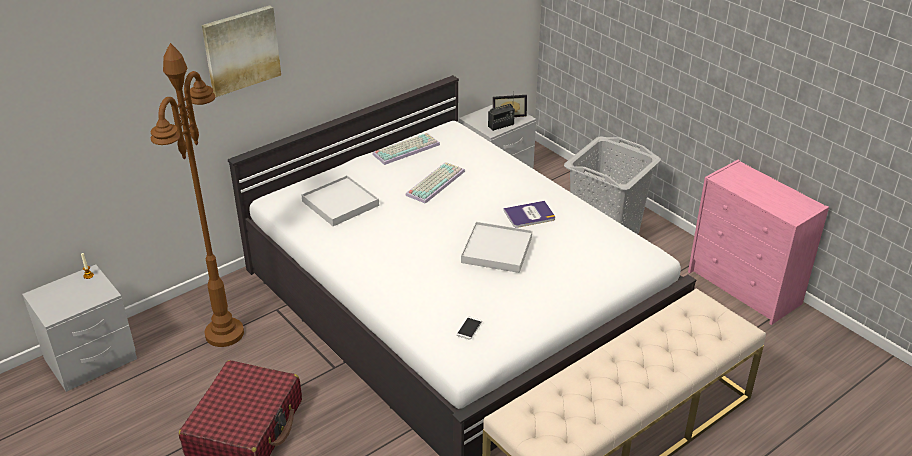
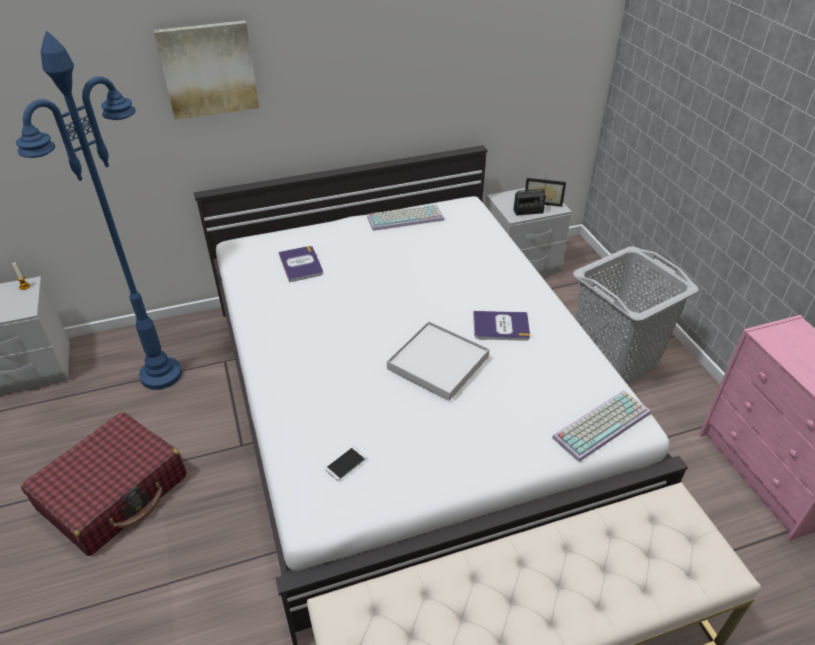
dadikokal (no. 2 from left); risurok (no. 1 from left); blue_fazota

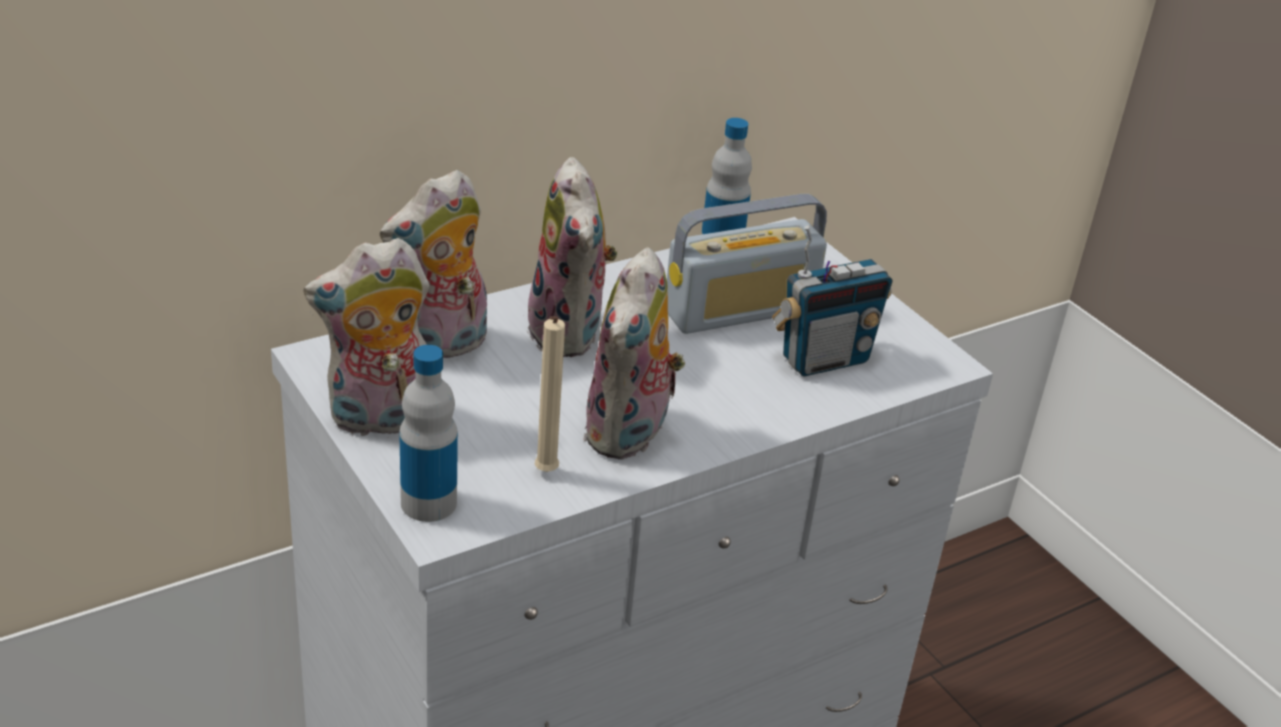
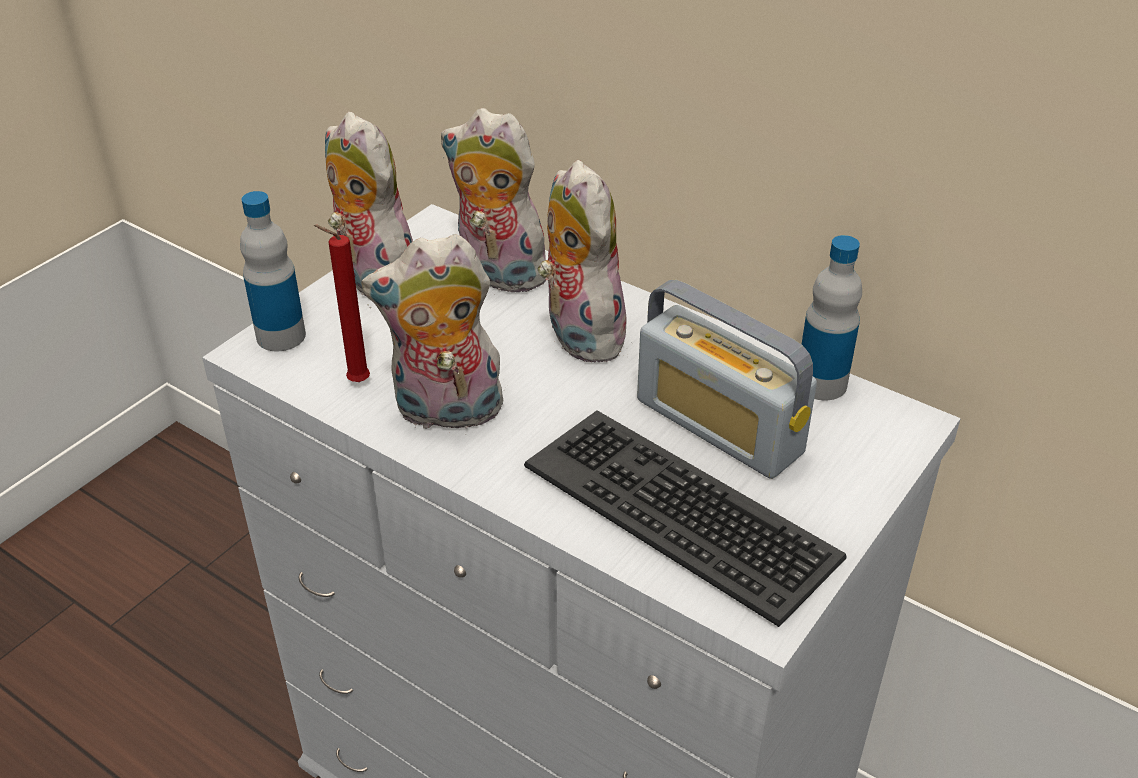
dadikokal; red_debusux; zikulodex (no. 4 from left)

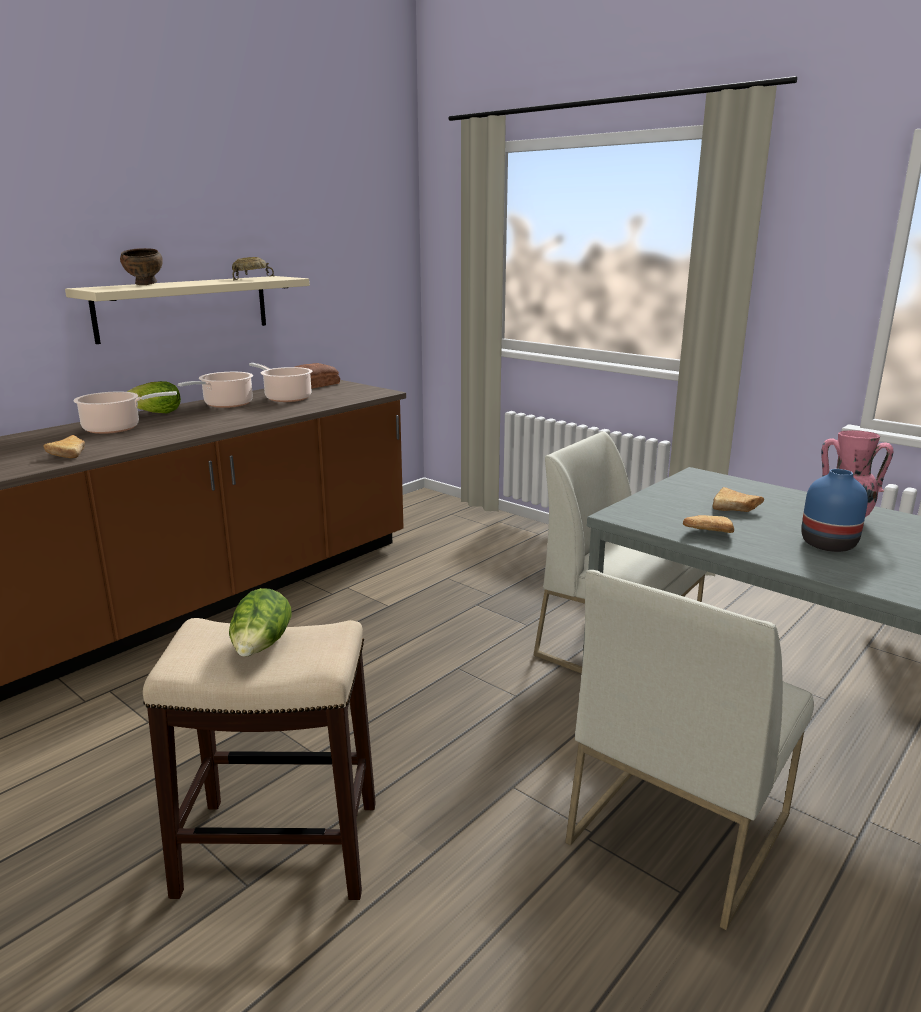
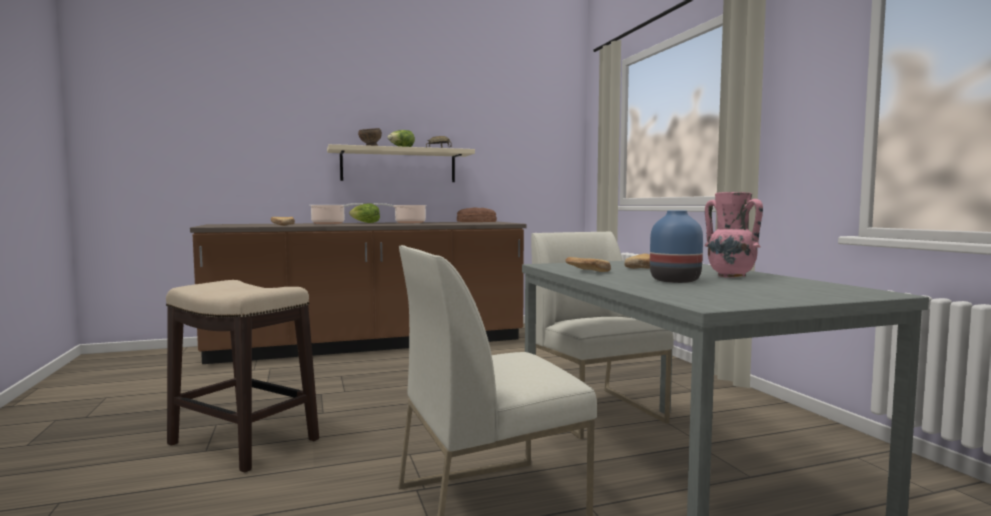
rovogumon (no. 3 from left in the first image); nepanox (no. 2 from left)

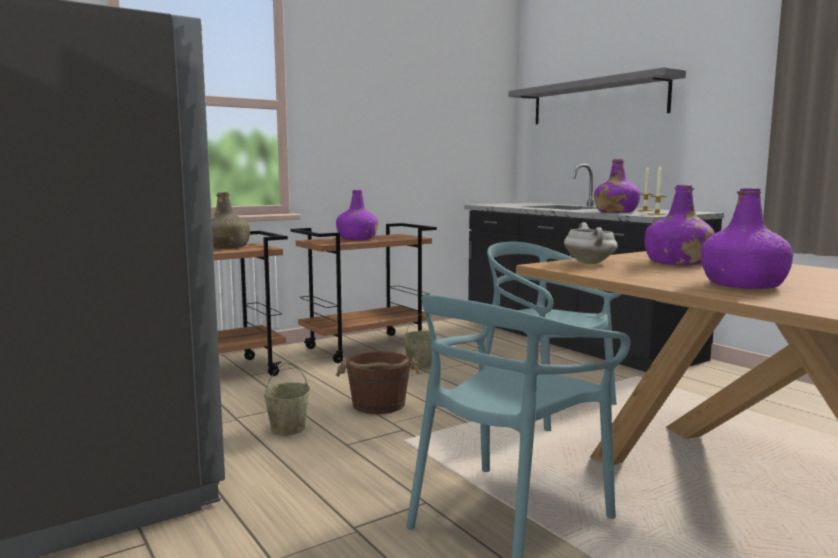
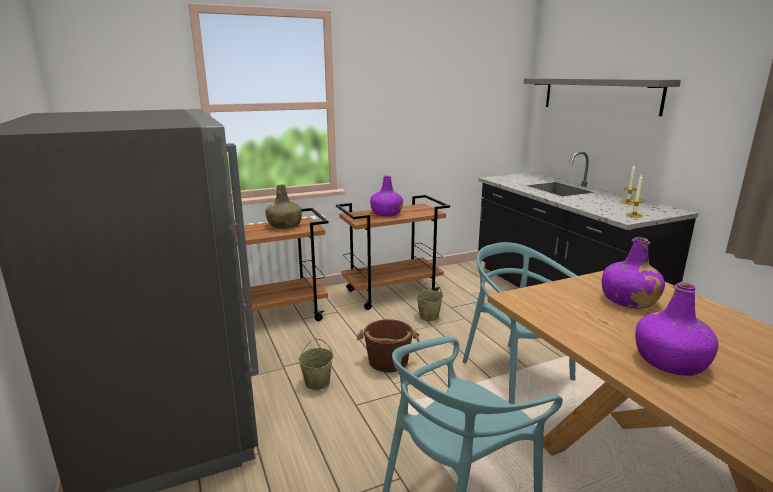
white_rovogumon; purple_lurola (no. 2 from left in the first image)

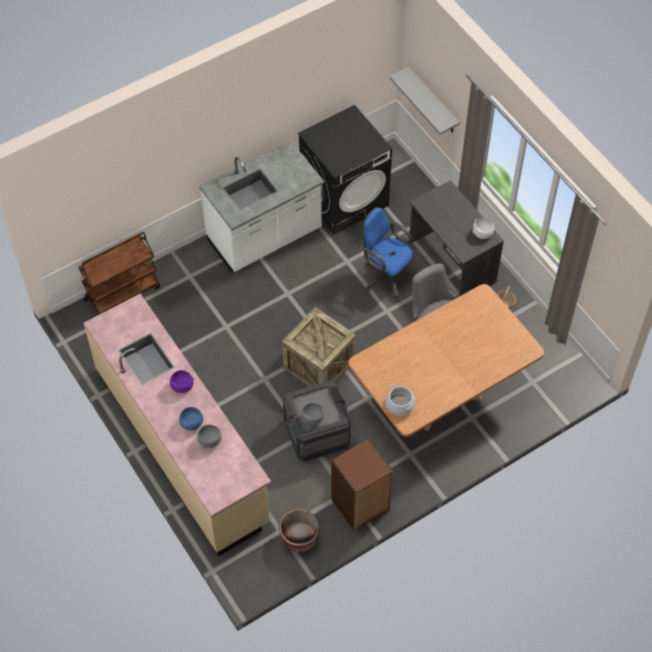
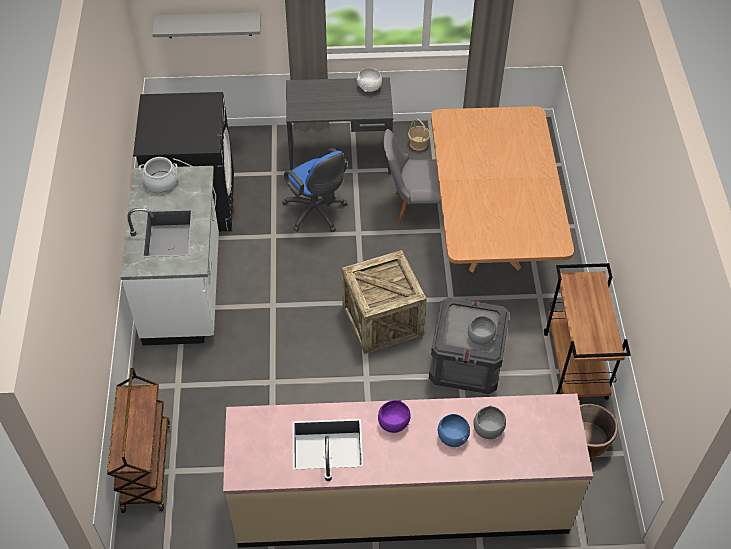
rovogumon; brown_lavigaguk (no. 2 from left); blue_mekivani

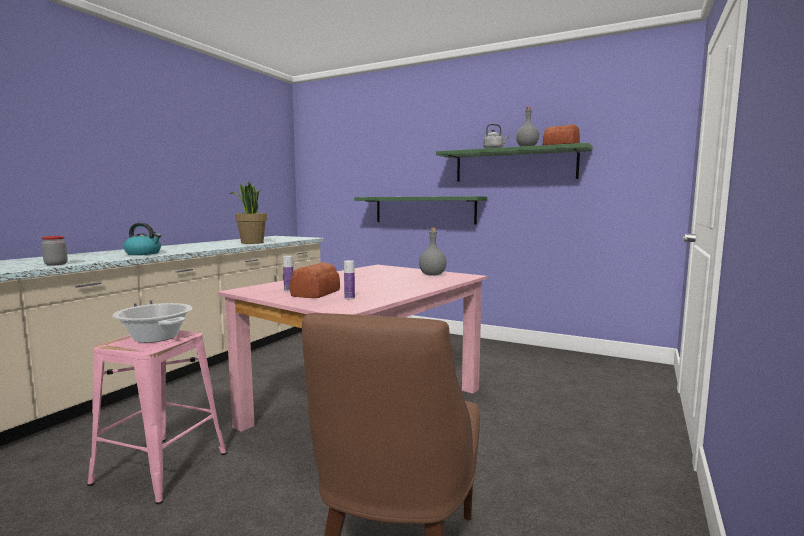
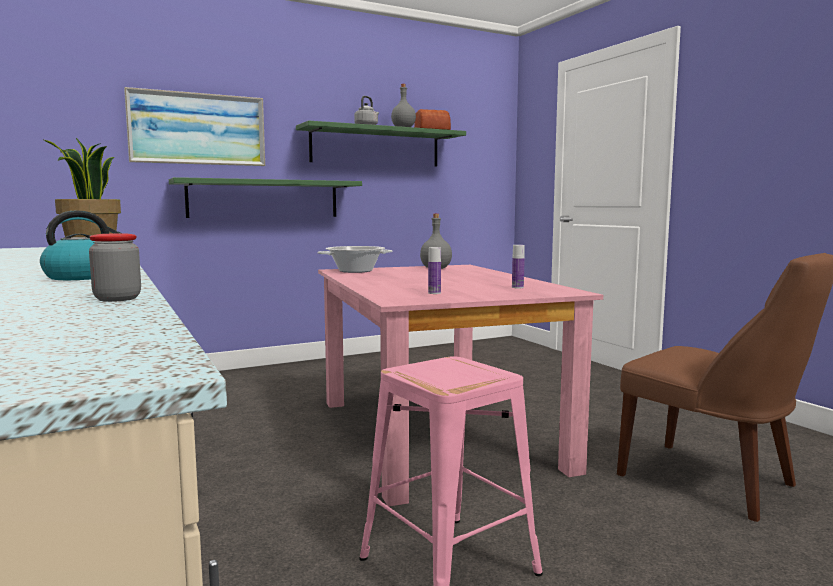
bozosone (no. 1 from left in the first image); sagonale; rovogumon

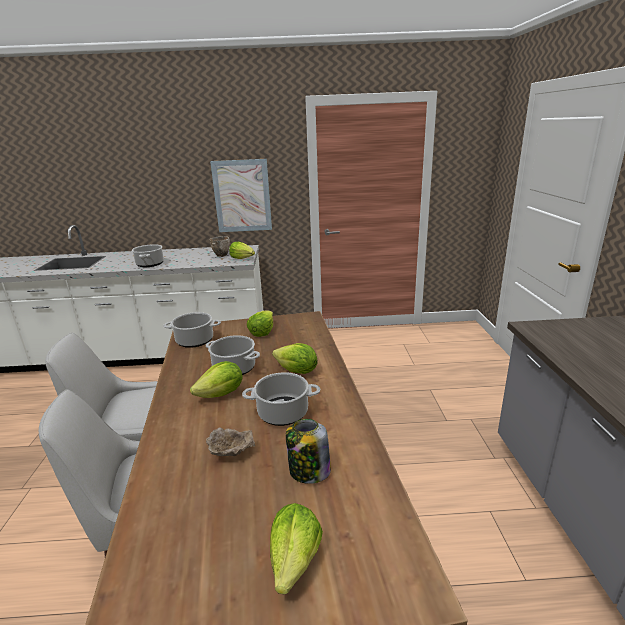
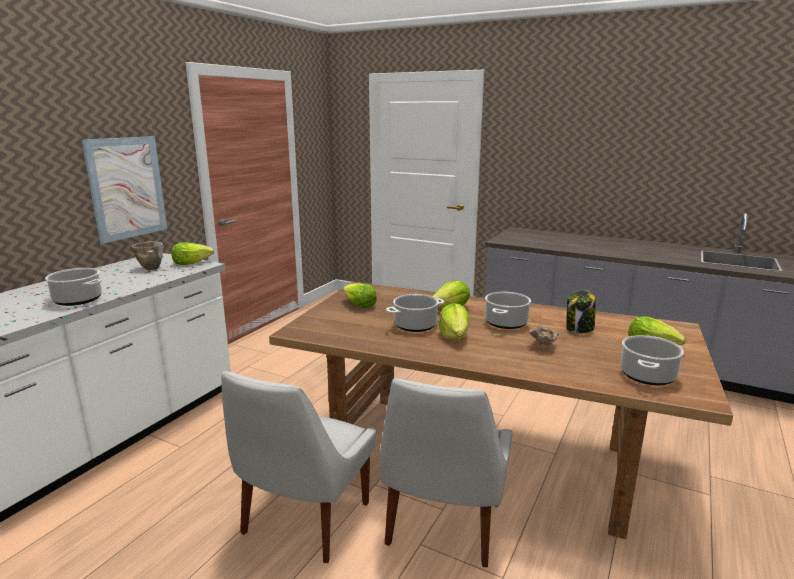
rovogumon (no. 4 from left)

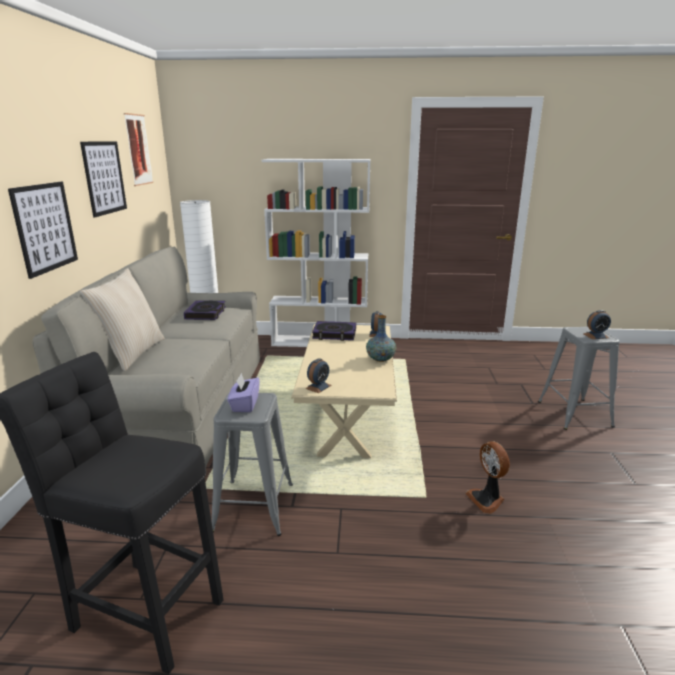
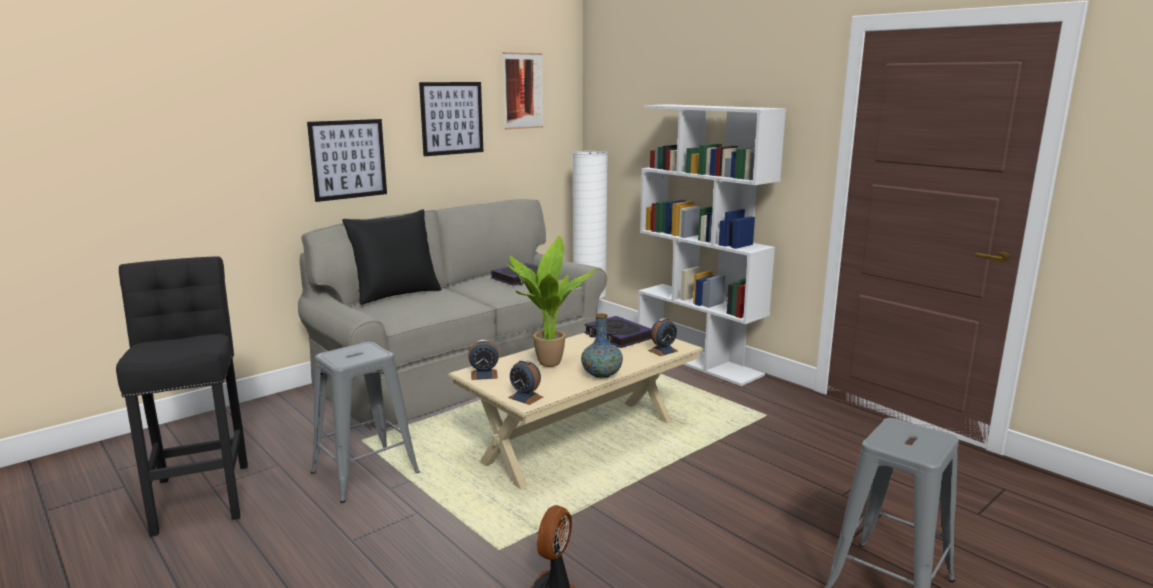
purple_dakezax; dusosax; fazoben (no. 2 from left); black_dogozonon

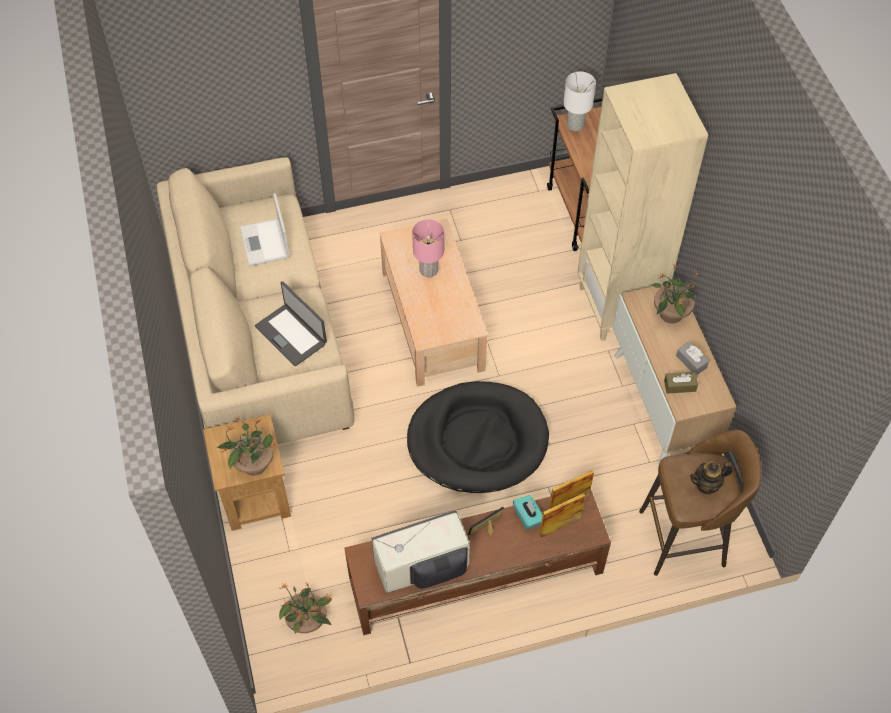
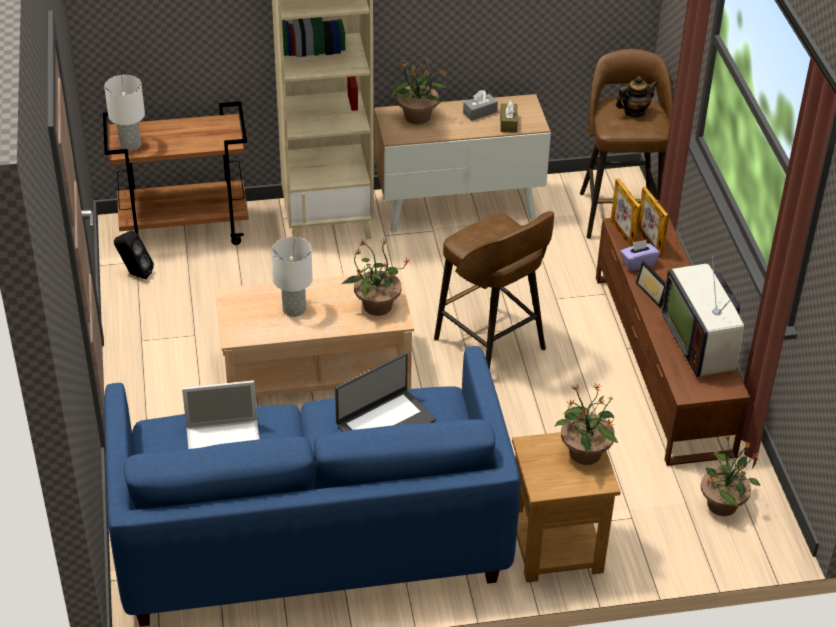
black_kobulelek; dusosax (no. 1 from left); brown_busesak (no. 1 from left); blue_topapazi; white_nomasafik (no. 2 from left); purple_dakezax; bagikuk

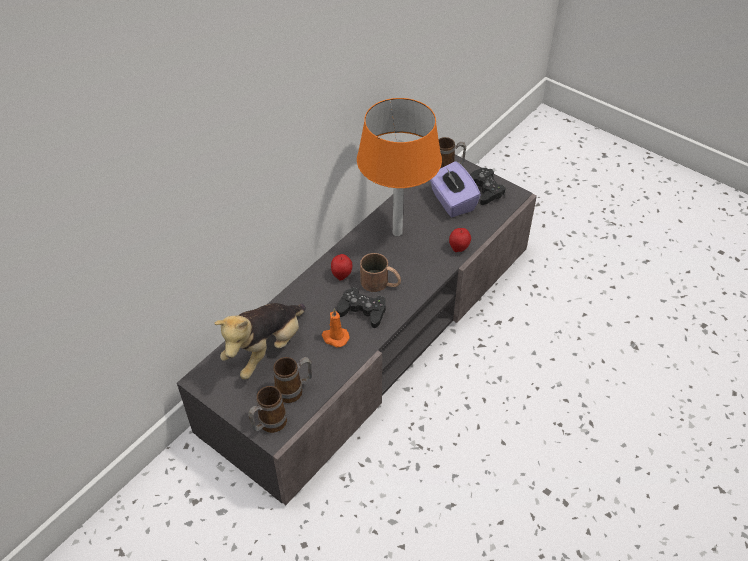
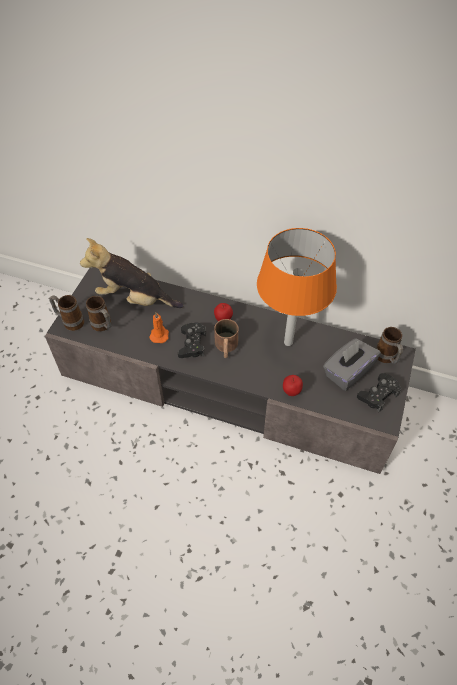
grey_dakezax

